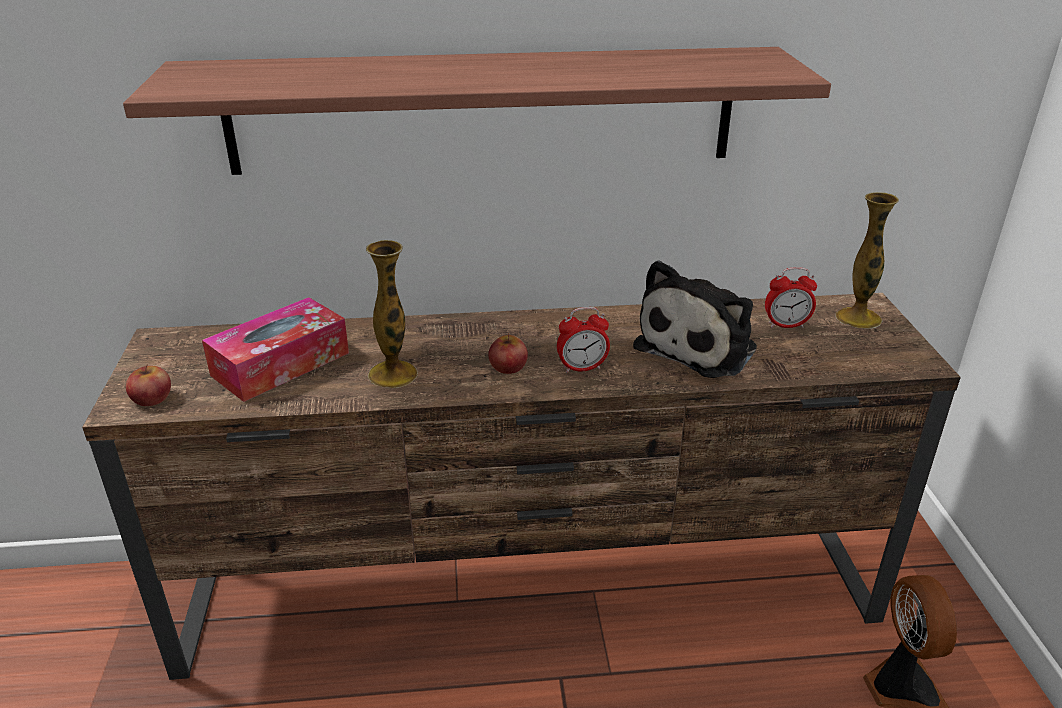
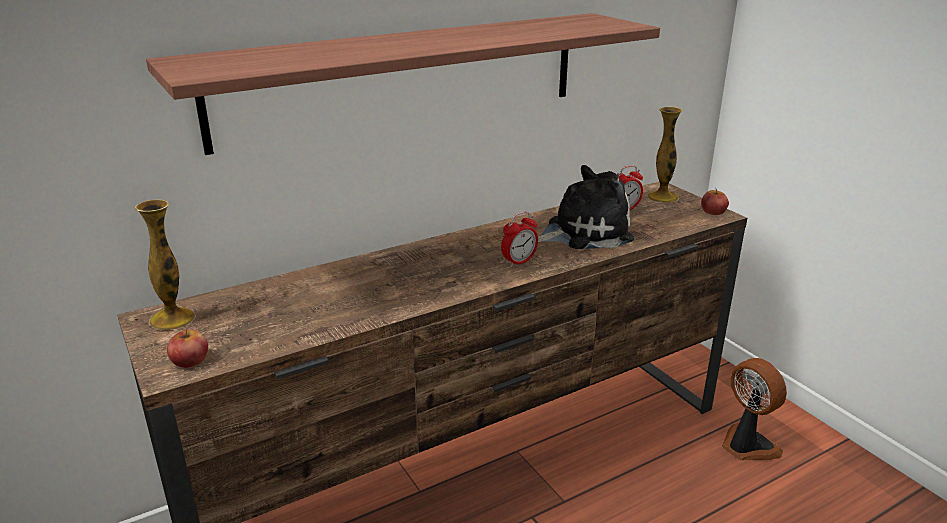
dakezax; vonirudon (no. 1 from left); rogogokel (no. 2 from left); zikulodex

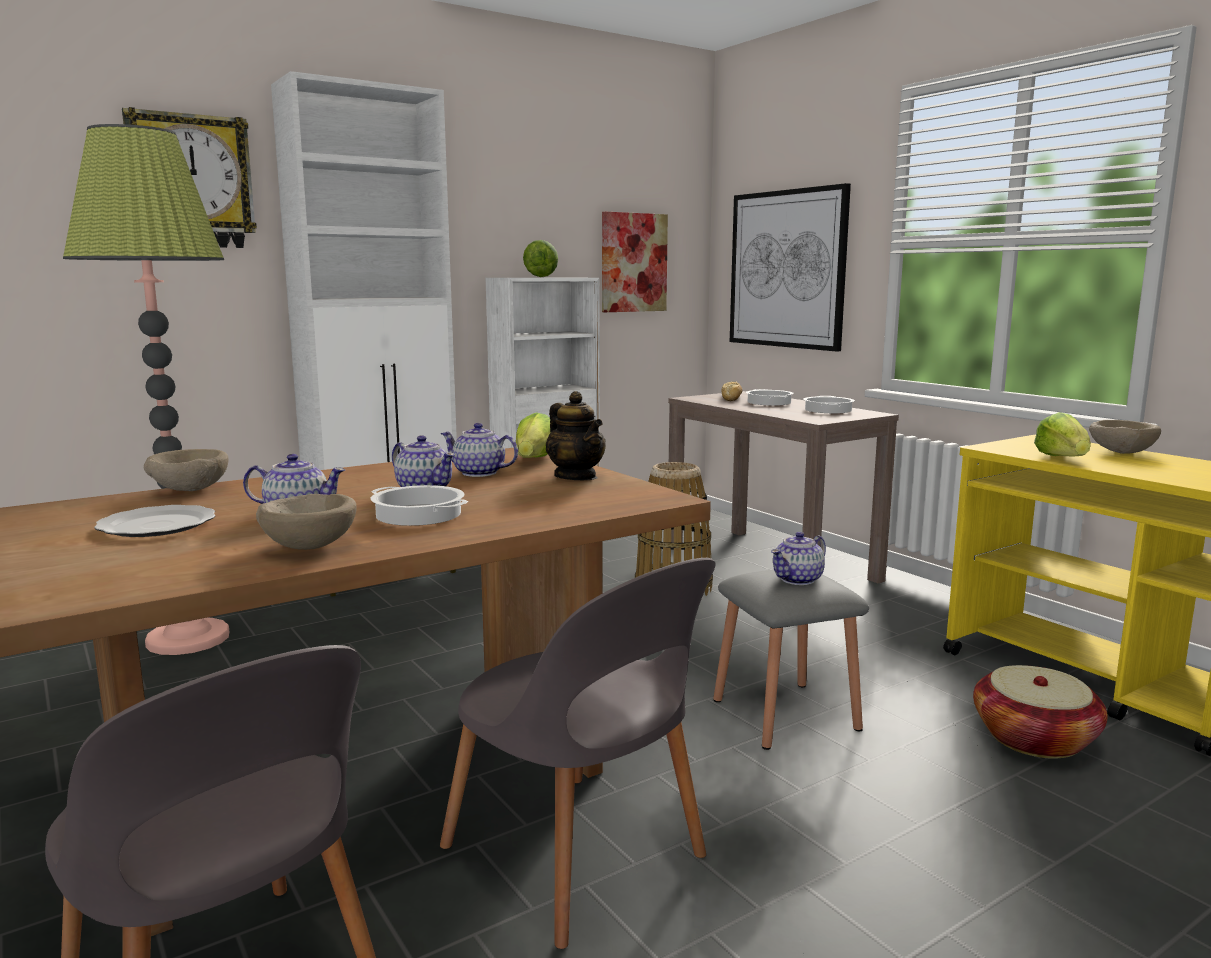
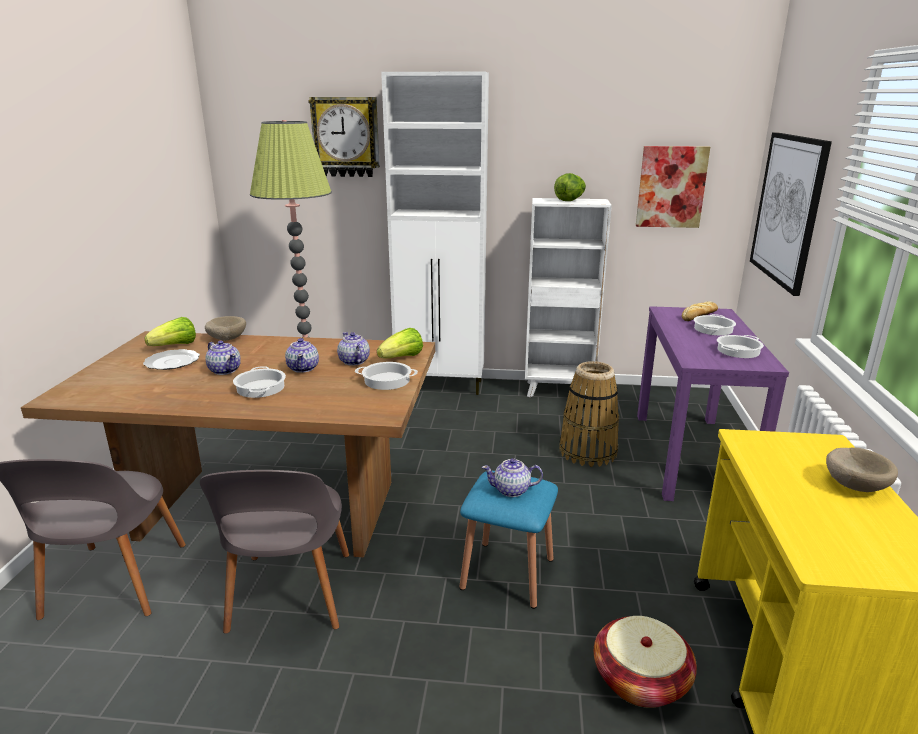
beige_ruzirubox (no. 2 from left in the first image); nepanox (no. 1 from left); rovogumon (no. 2 from left); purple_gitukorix; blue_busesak

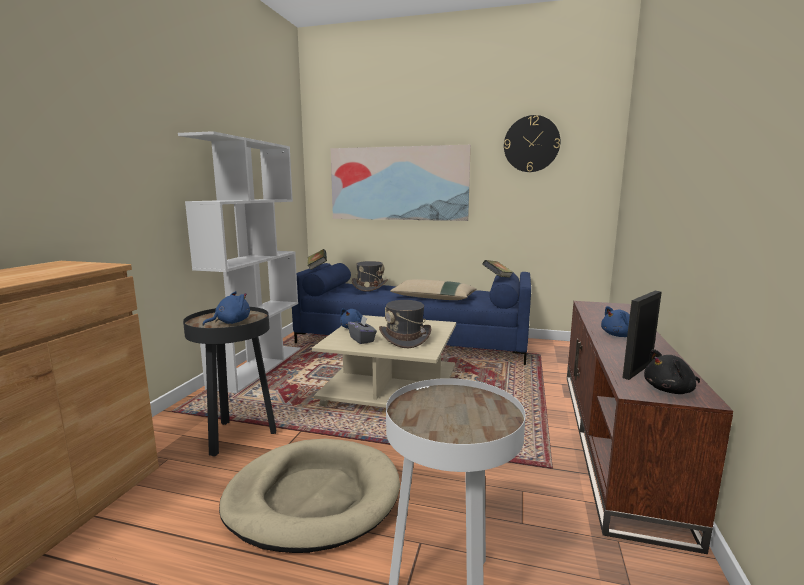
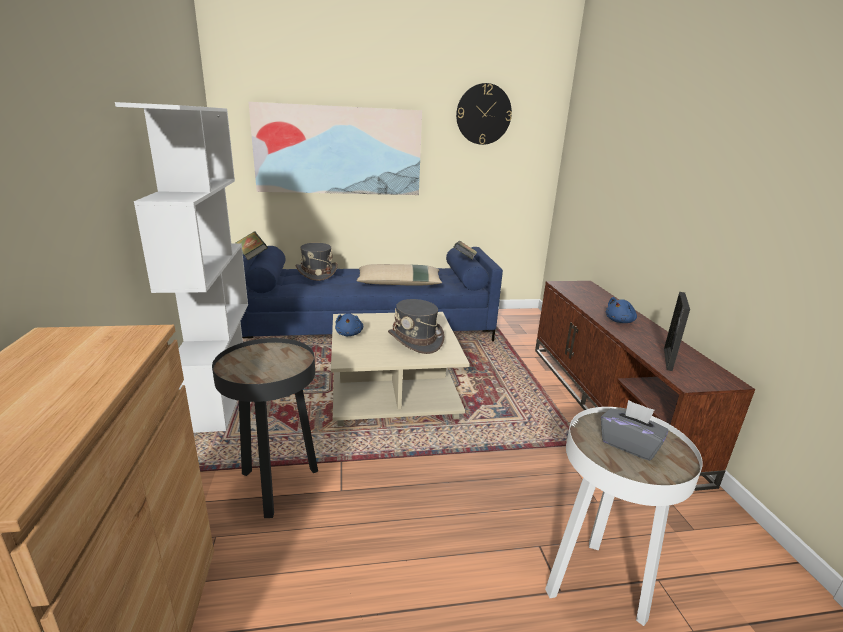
blue_zikulodex (no. 1 from left in the first image); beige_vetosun; black_zikulodex; grey_dakezax

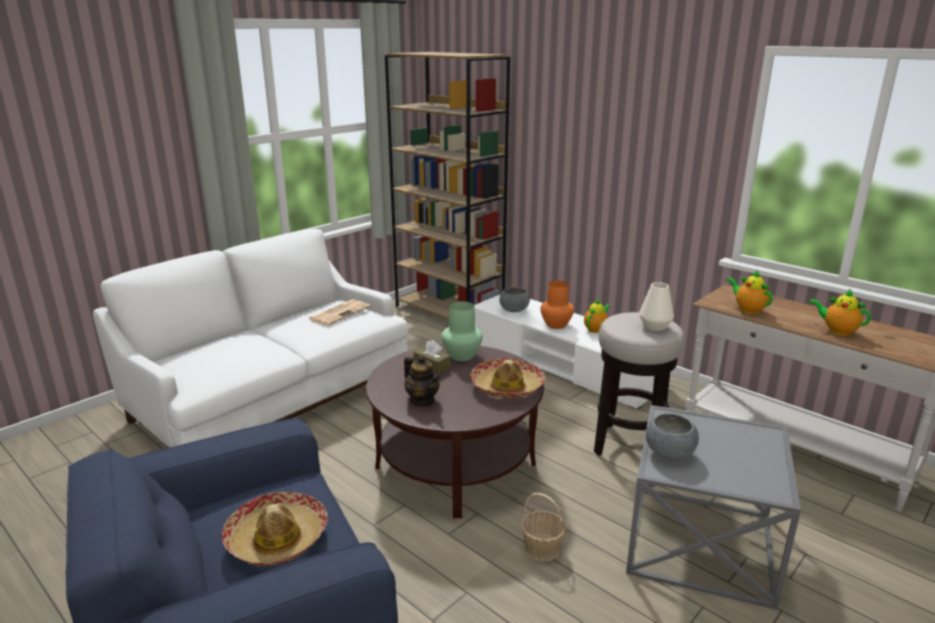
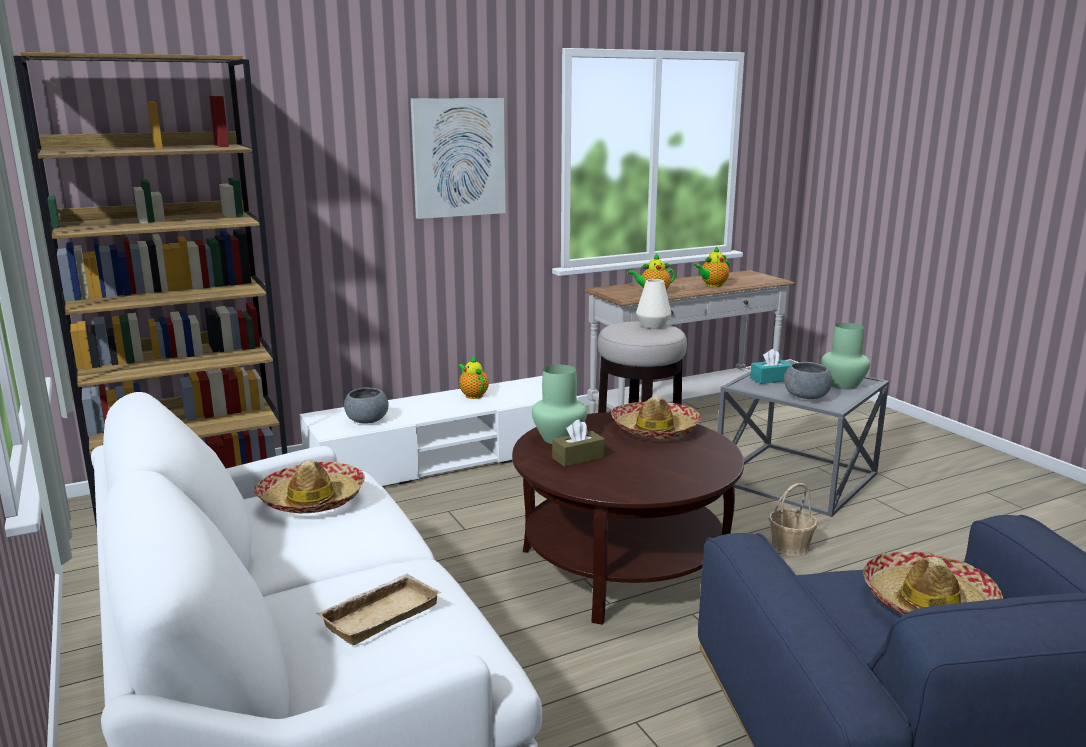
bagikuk (no. 1 from left in the first image); orange_vonirudon; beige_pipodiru; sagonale; turquoise_dakezax; green_vonirudon (no. 2 from left); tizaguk (no. 1 from left)

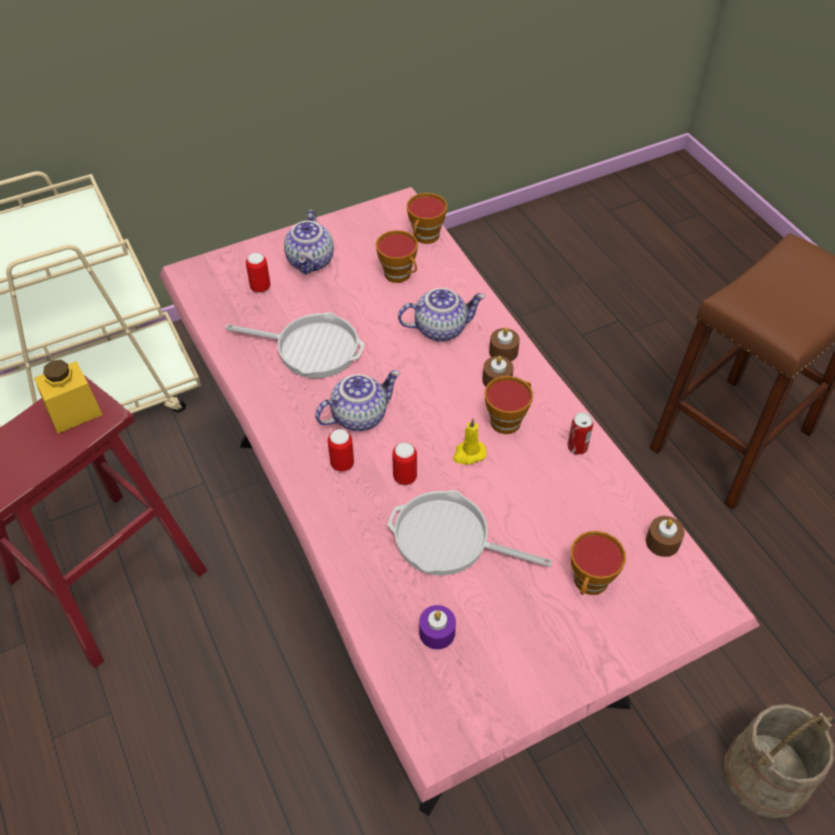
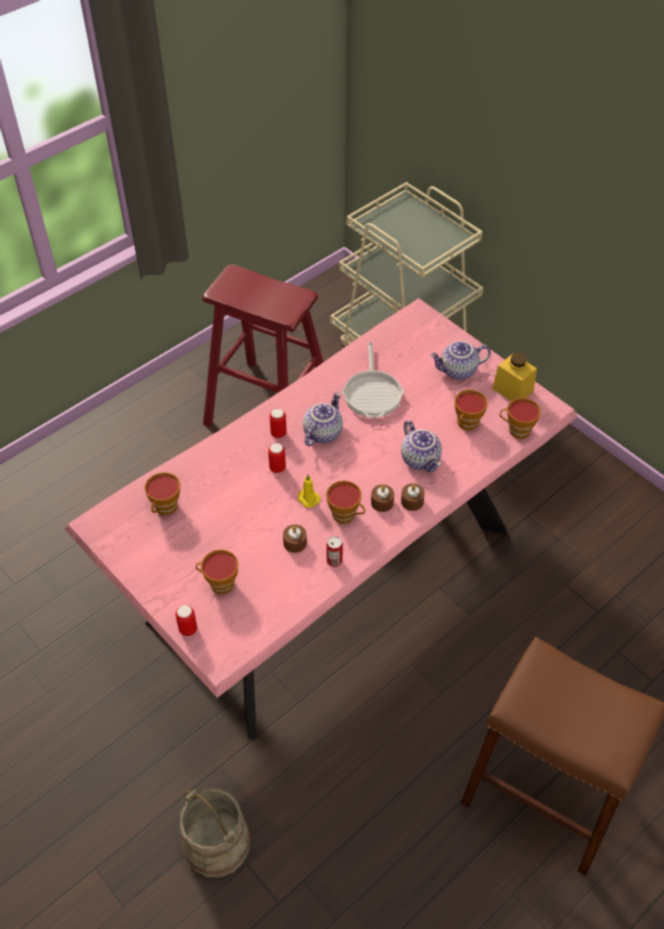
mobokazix (no. 2 from left in the first image); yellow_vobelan; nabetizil (no. 1 from left); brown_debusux (no. 1 from left); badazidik (no. 1 from left); bagikuk (no. 1 from left)

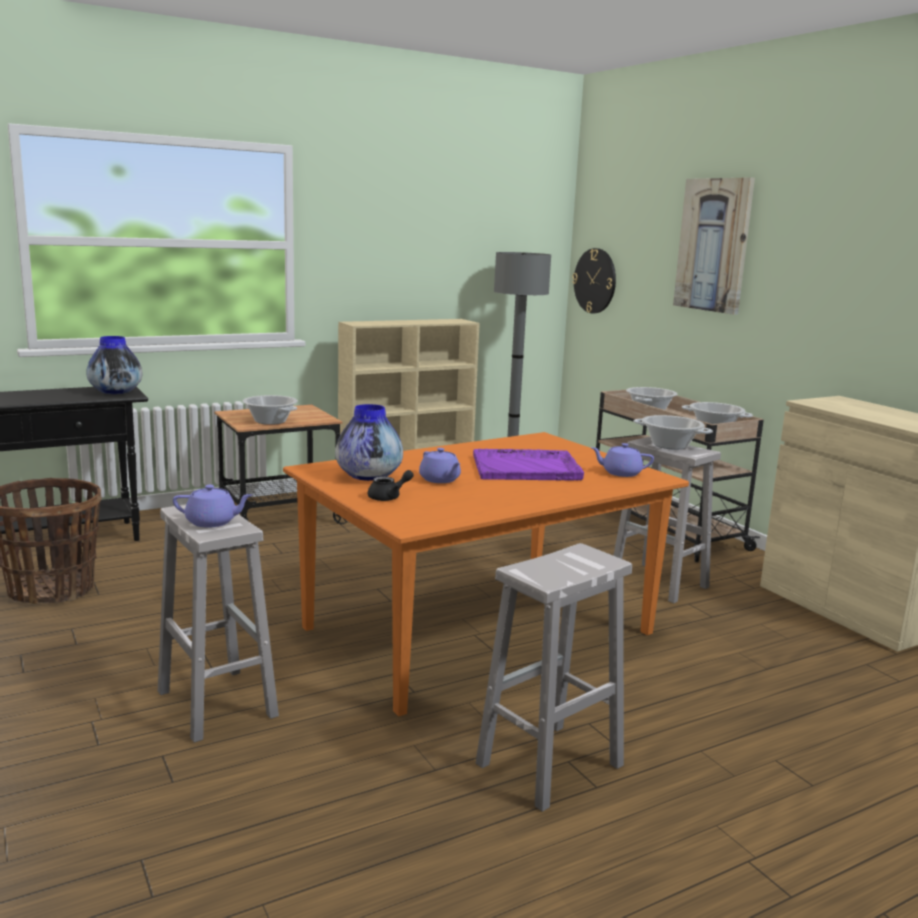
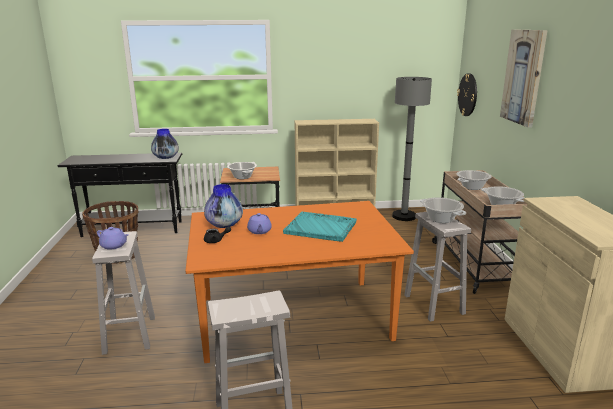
purple_bagikuk (no. 3 from left in the first image); turquoise_pipodiru

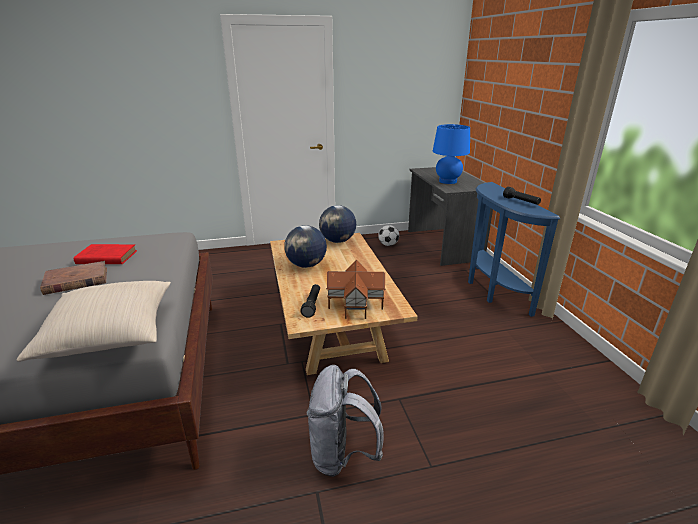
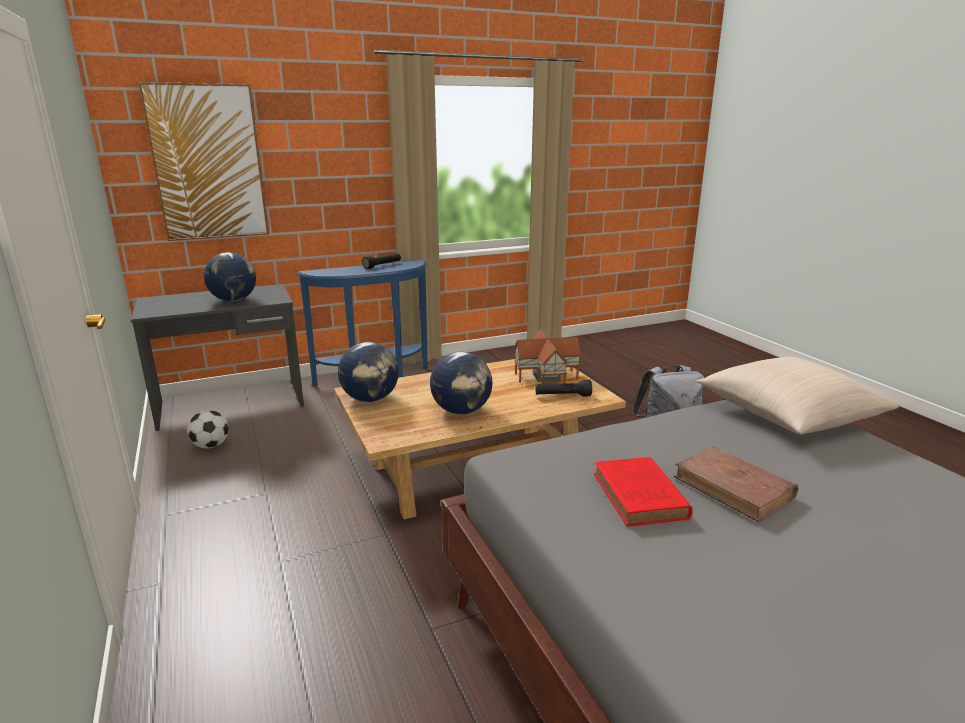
sagonale; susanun (no. 1 from left)

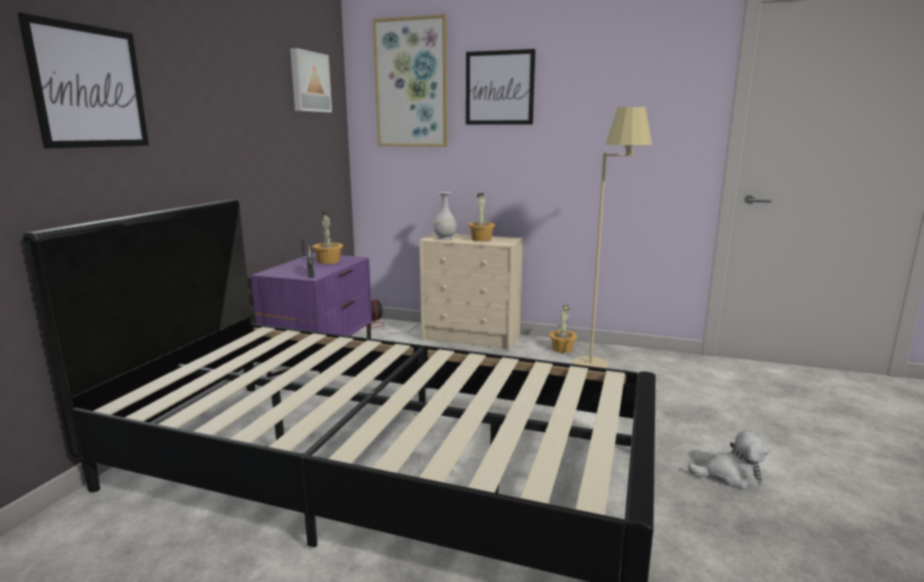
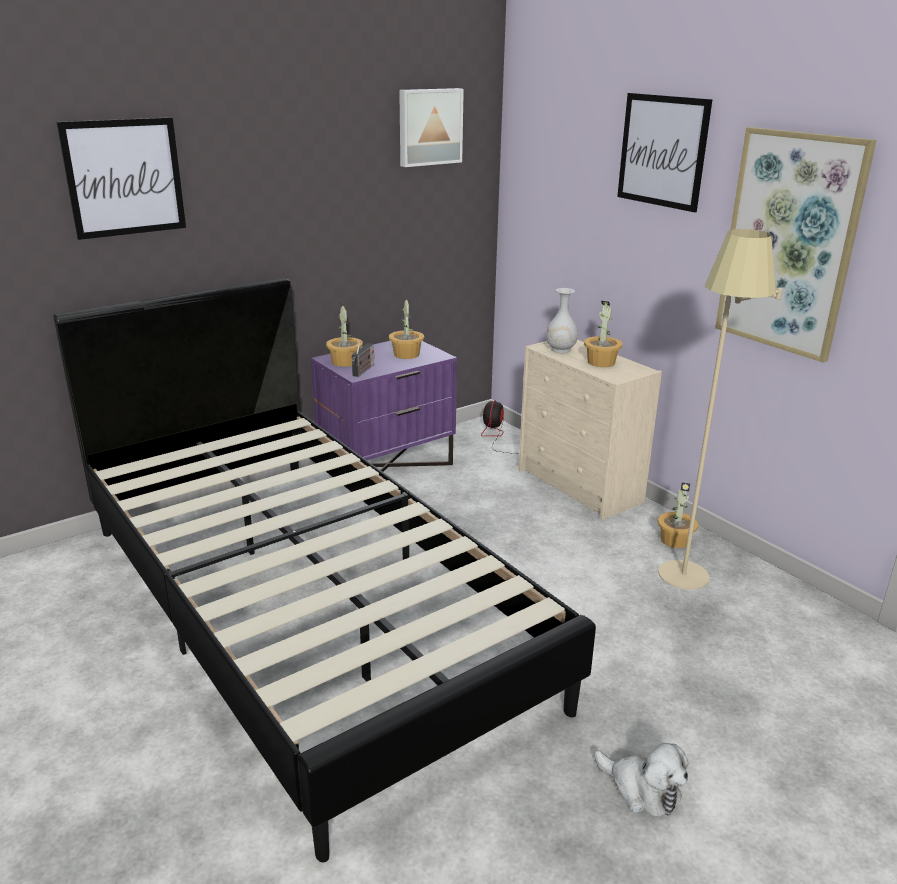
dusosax (no. 1 from left); sagonale (no. 4 from left)

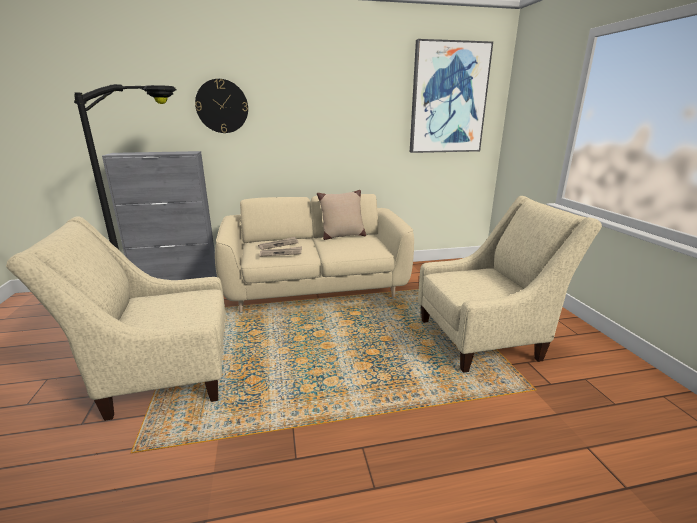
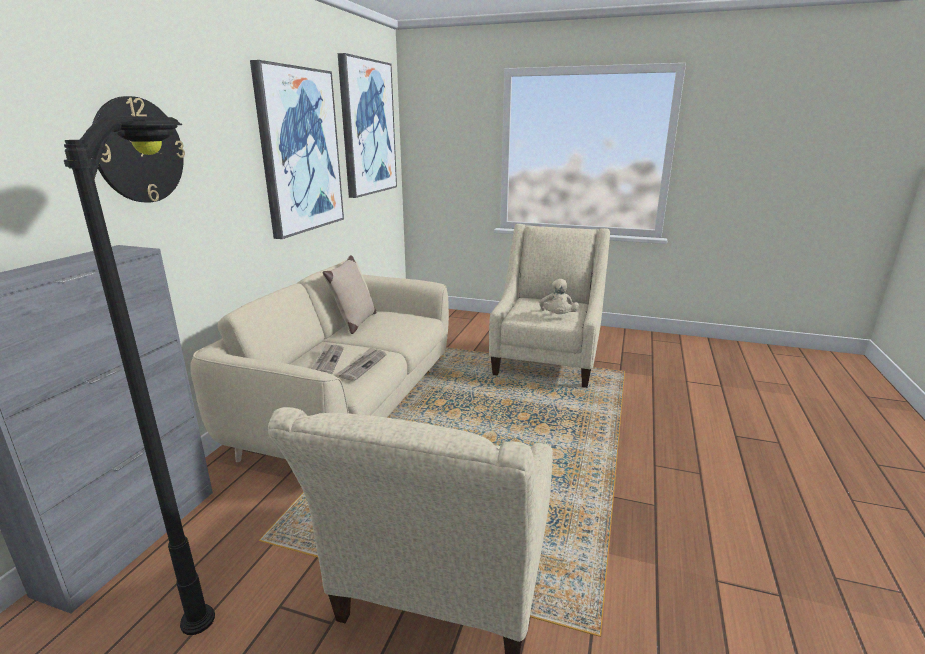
sagonale (no. 1 from left); beige_zikulodex

